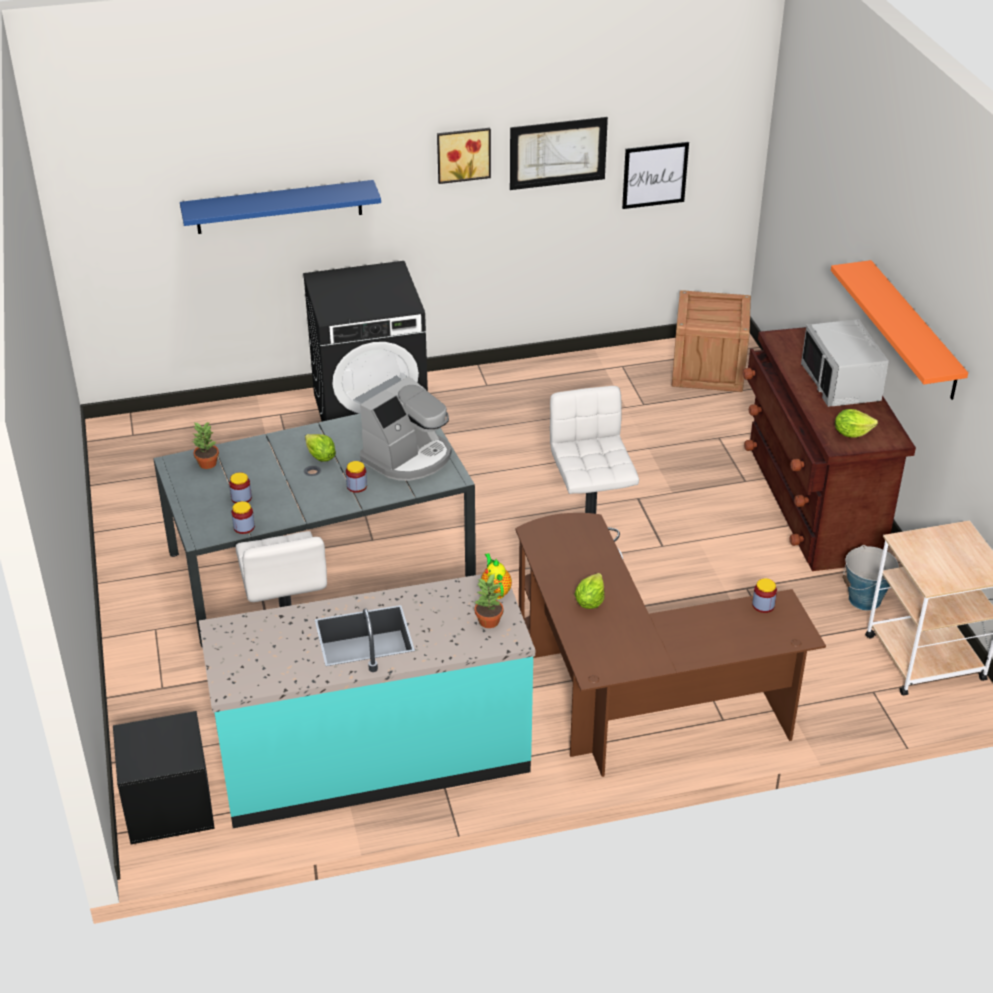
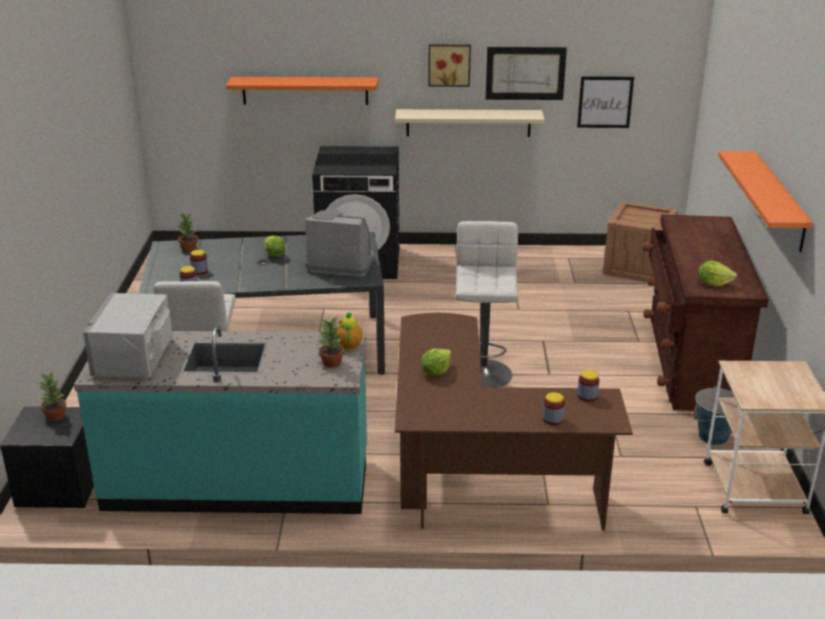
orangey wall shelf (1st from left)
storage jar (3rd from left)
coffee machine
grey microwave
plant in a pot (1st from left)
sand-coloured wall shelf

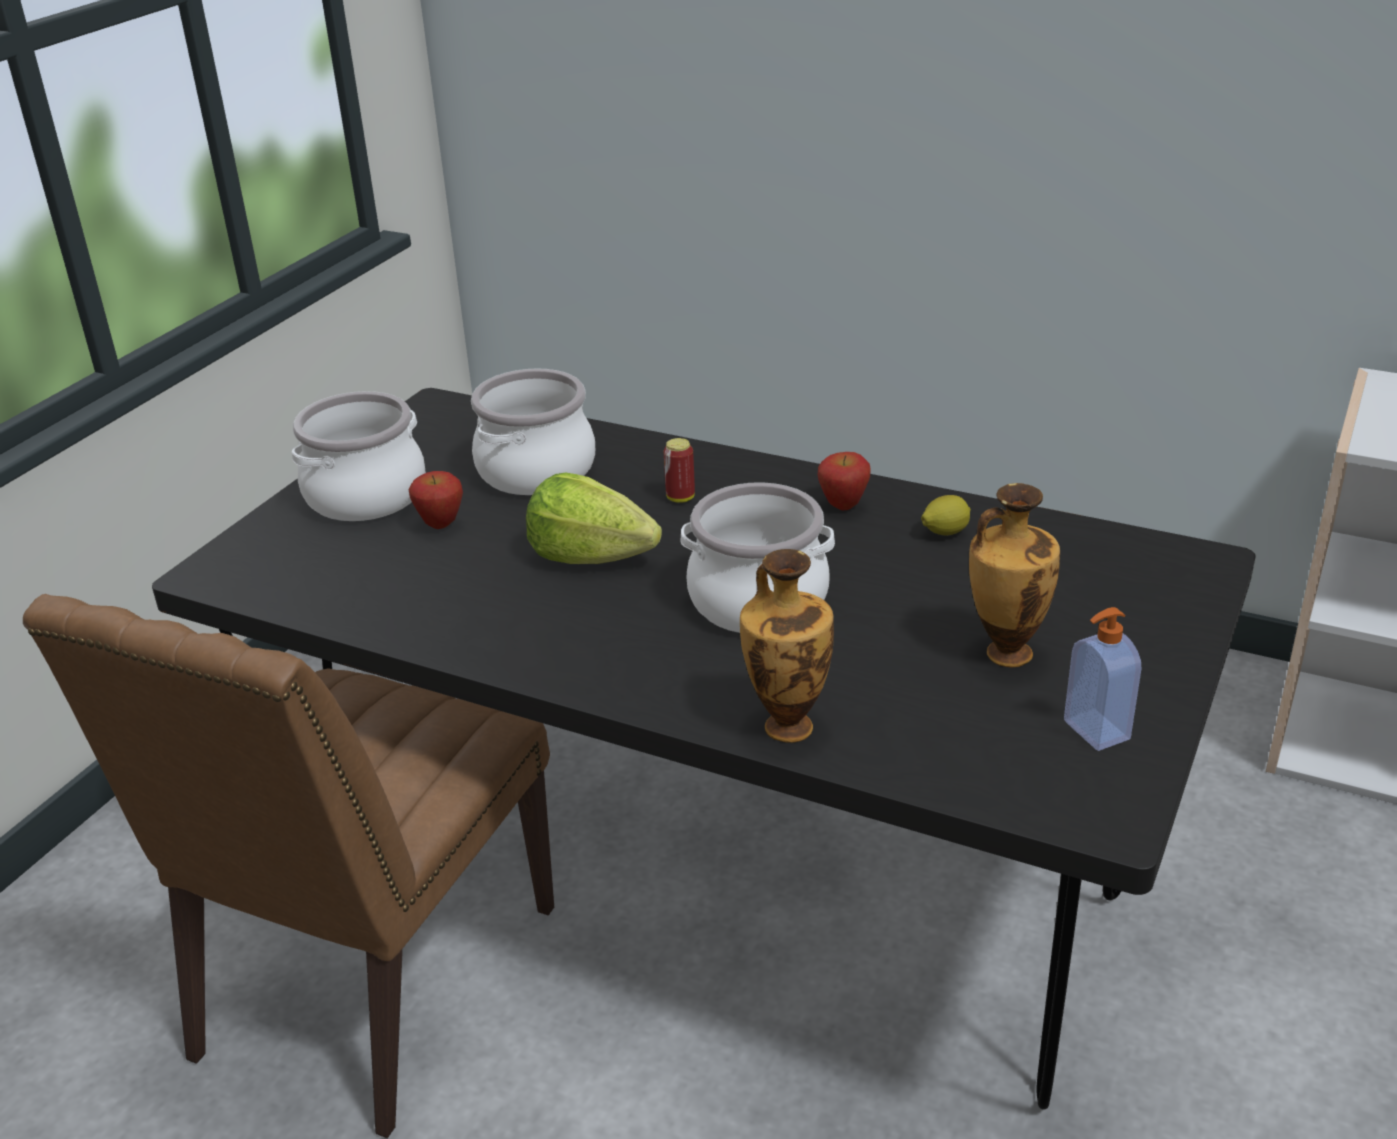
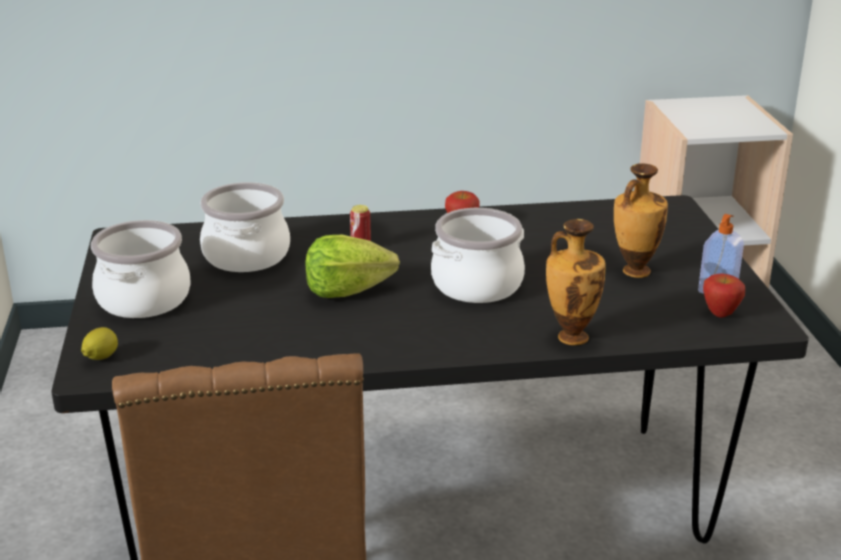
apple (2nd from left)
whole lemon

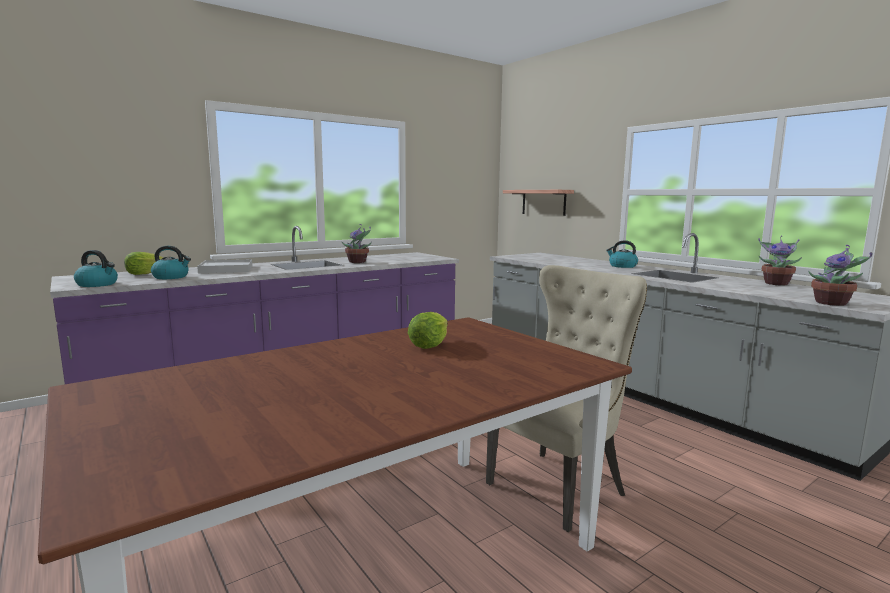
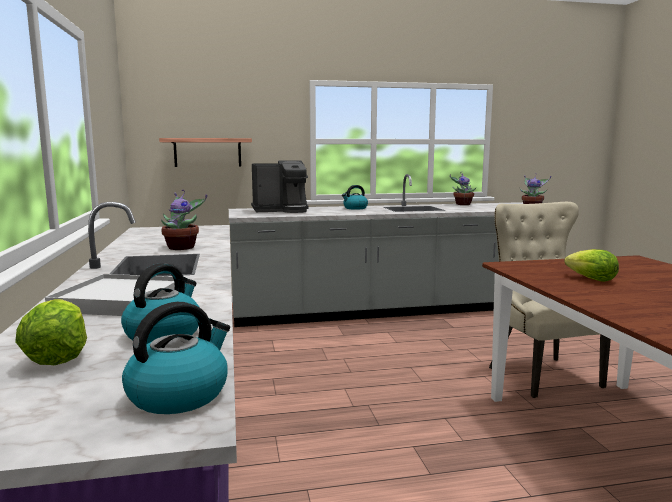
coffee machine

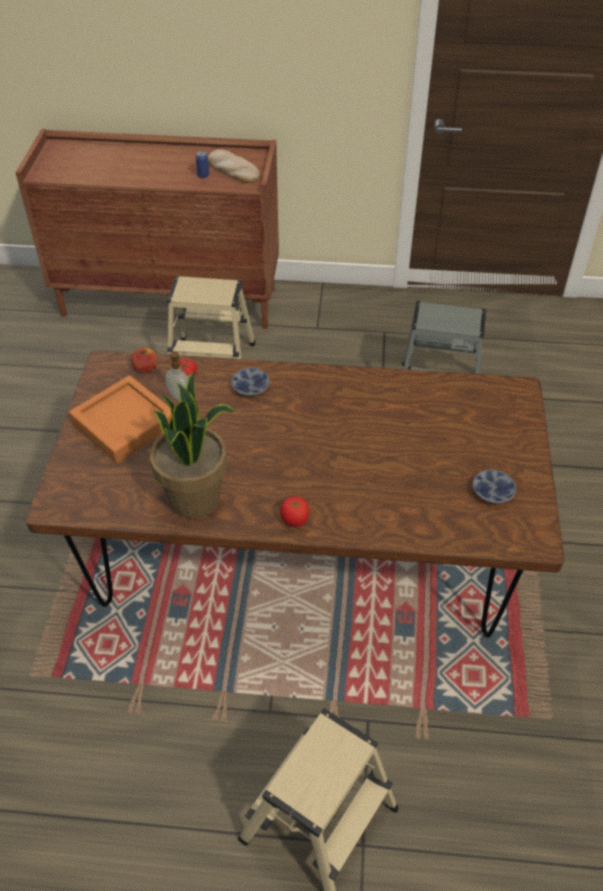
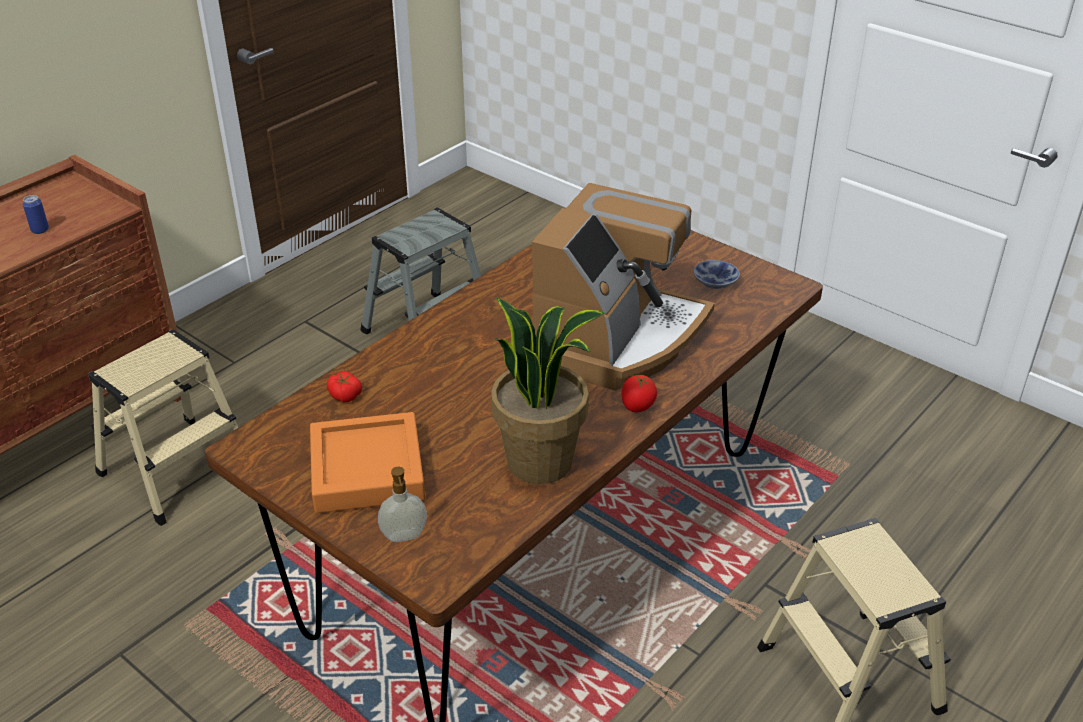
apple
liquid soap bottle
bakery bread
bowl (1st from left in the first image)
coffee machine

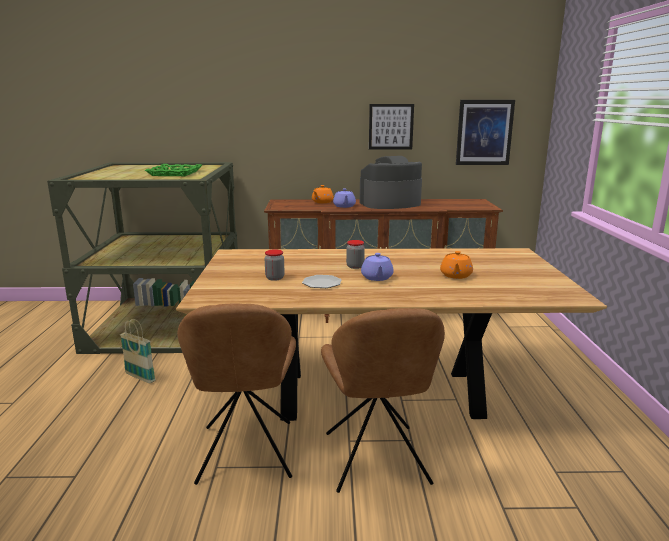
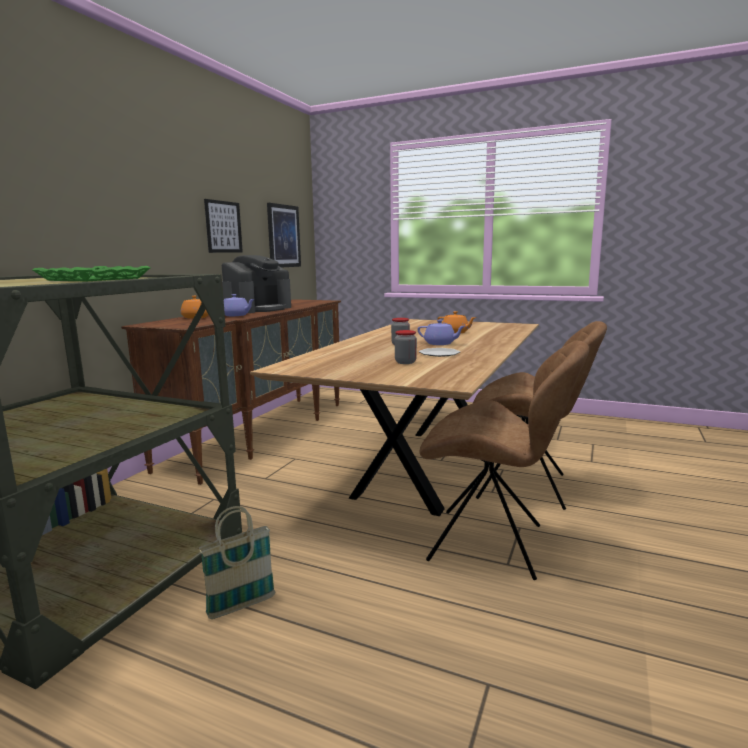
coffee machine

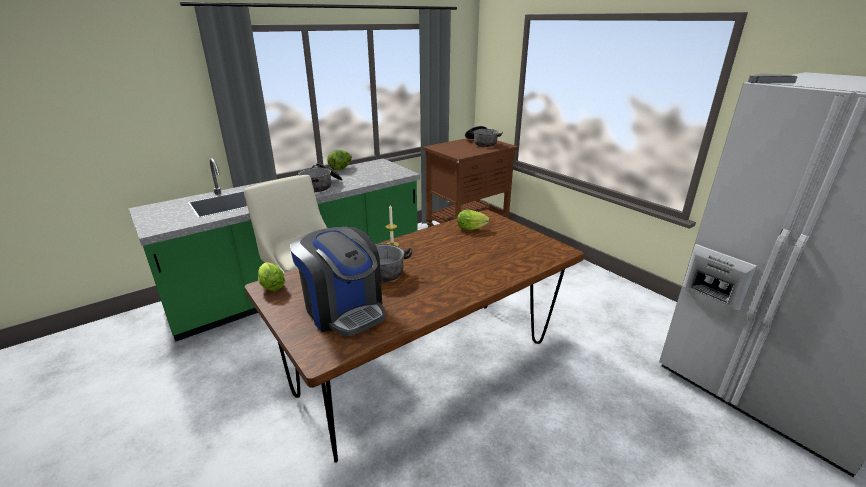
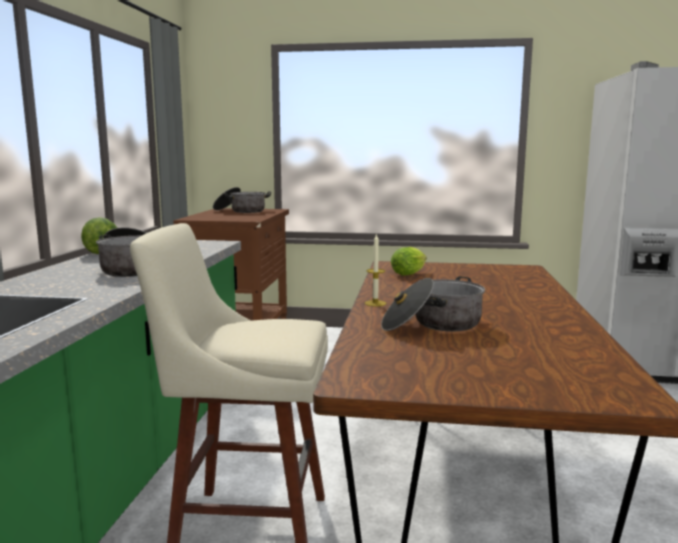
lettuce head (1st from left in the first image)
coffee machine

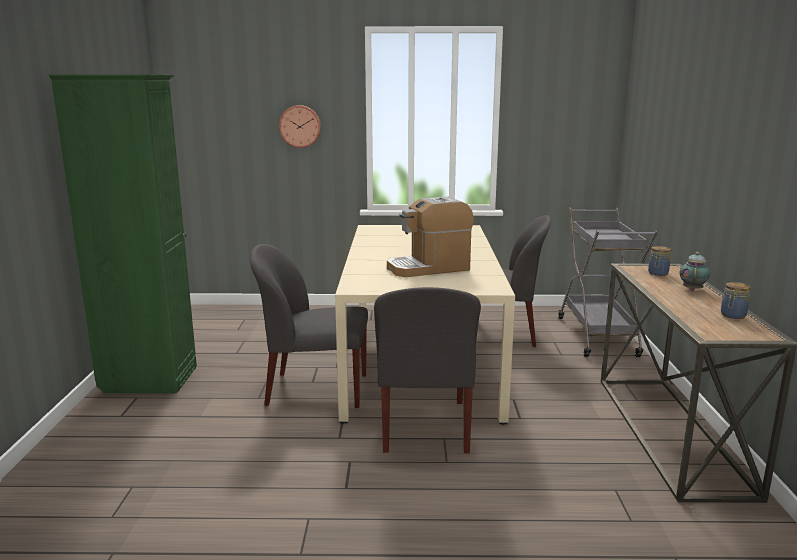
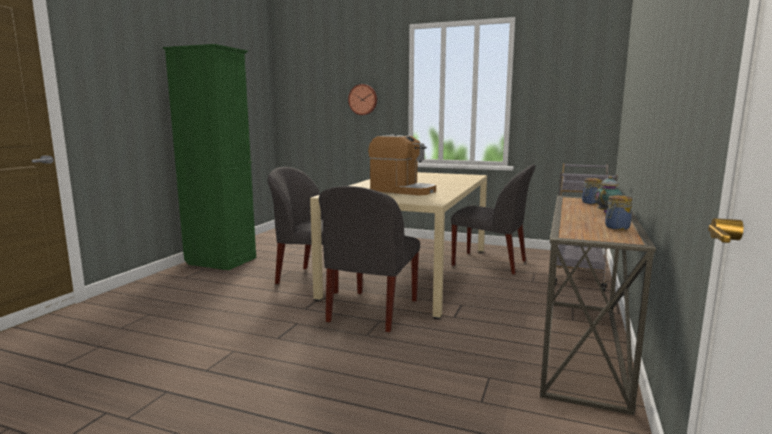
coffee machine

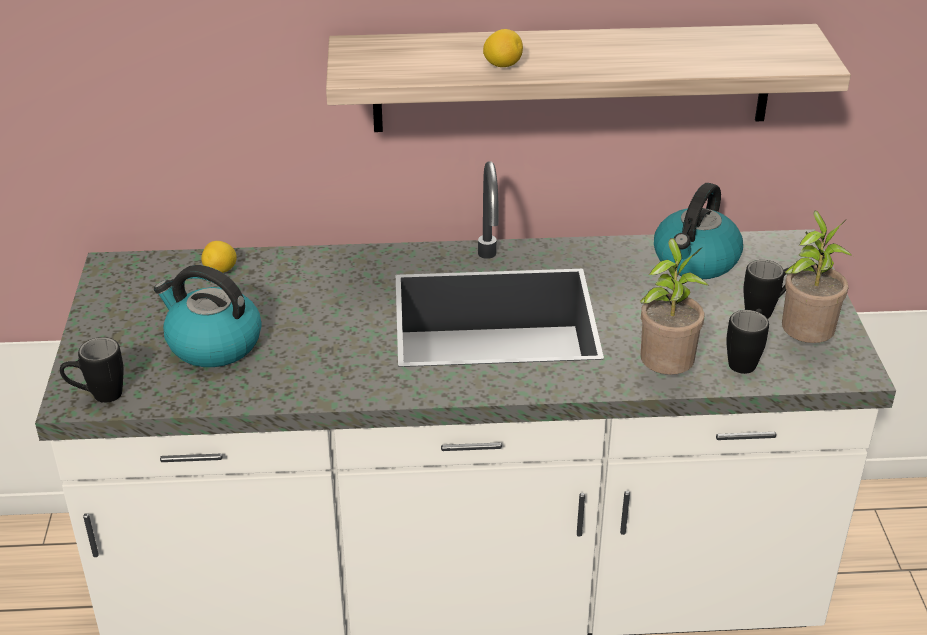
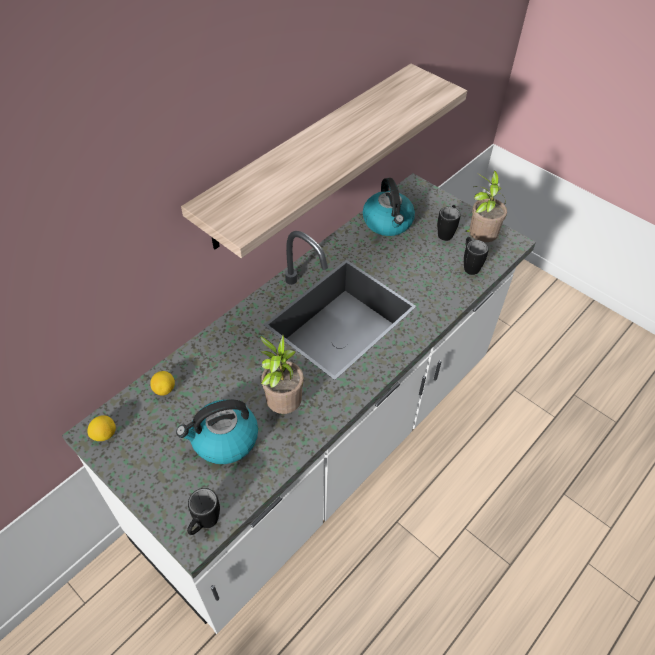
whole lemon (1st from left)
plant in a pot (1st from left)

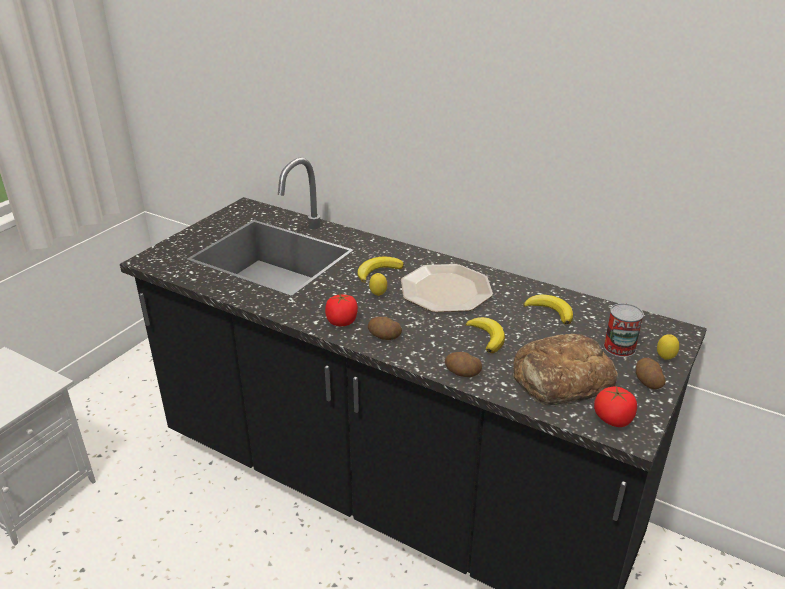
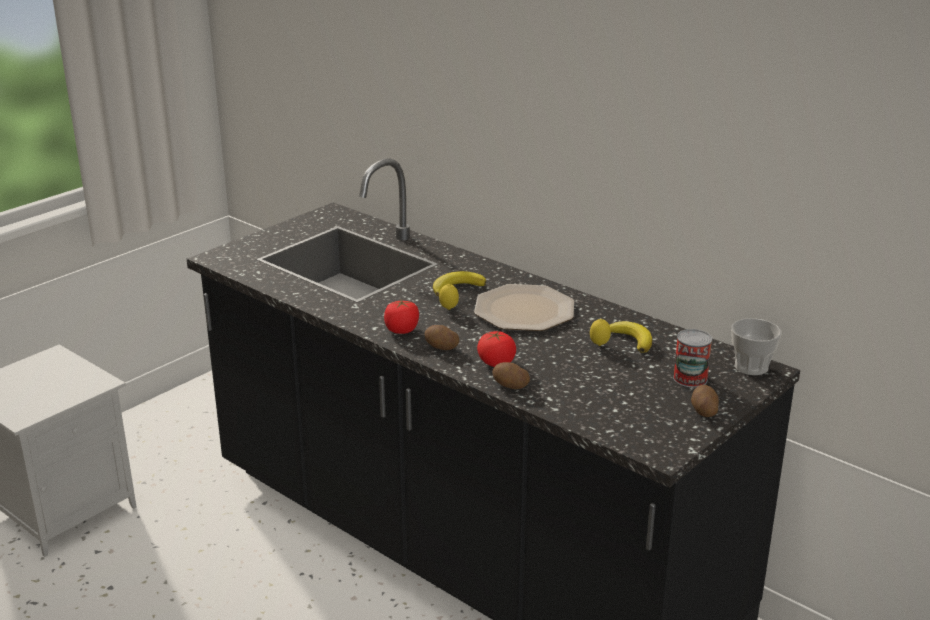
banana fruit (2nd from left in the first image)
bakery bread
whole tomato (2nd from left)
whole lemon (2nd from left)
small cup

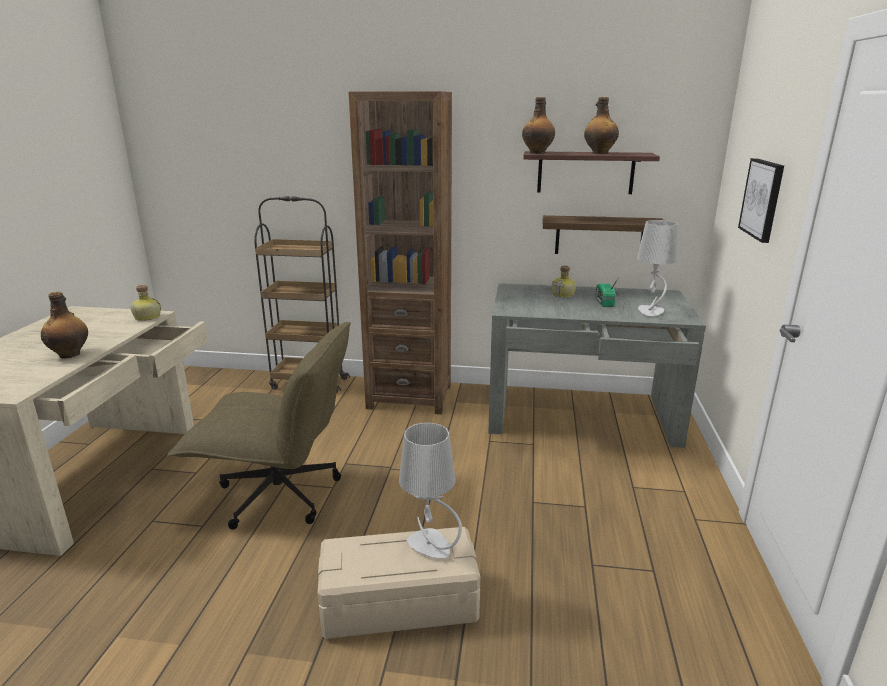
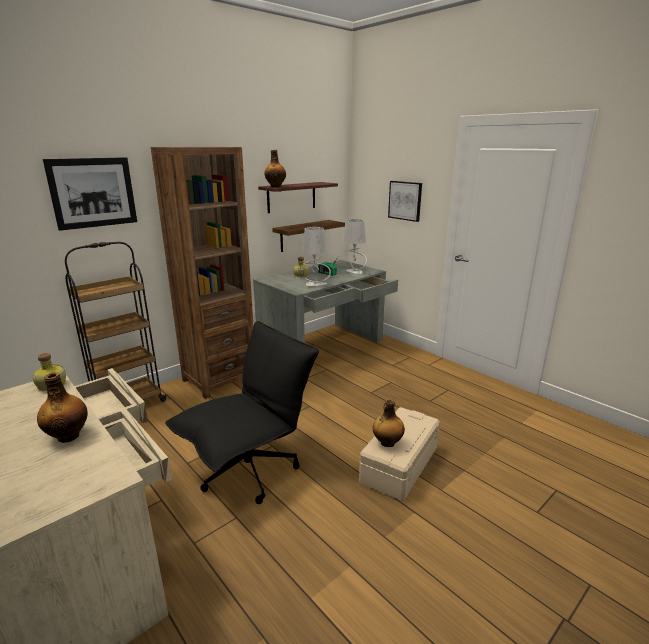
black office chair
grey tabletop lamp (1st from left)
drink bottle (5th from left)
picture (1st from left)

